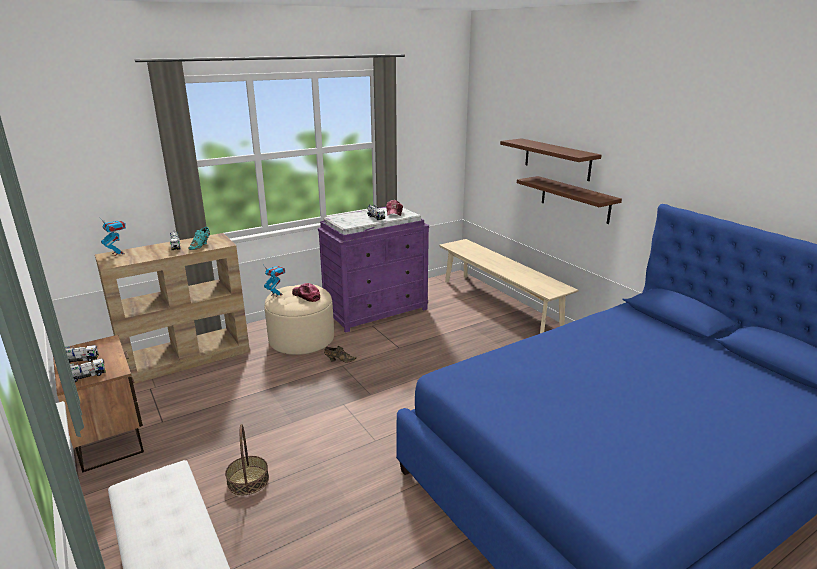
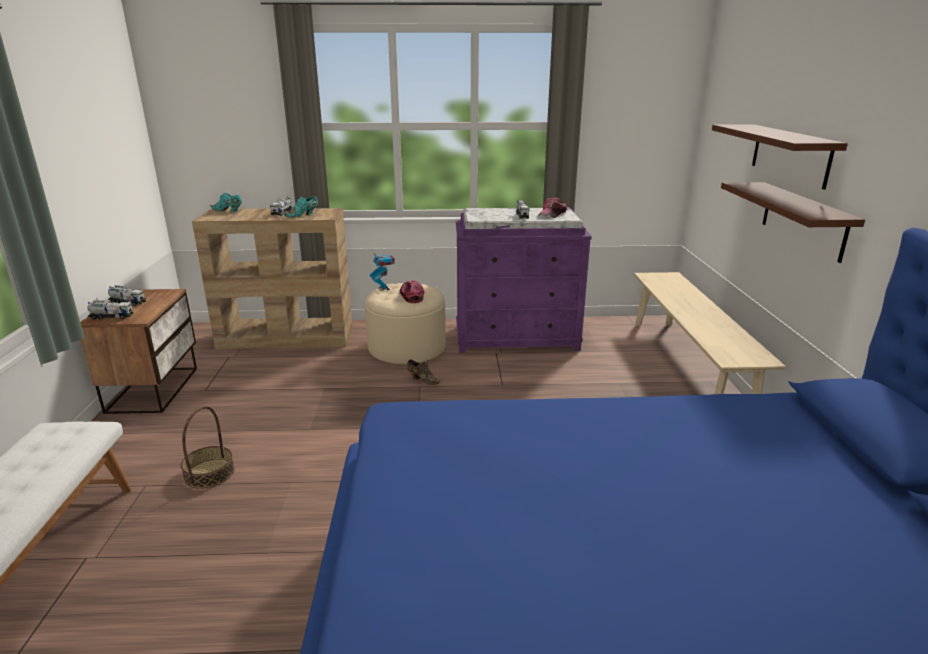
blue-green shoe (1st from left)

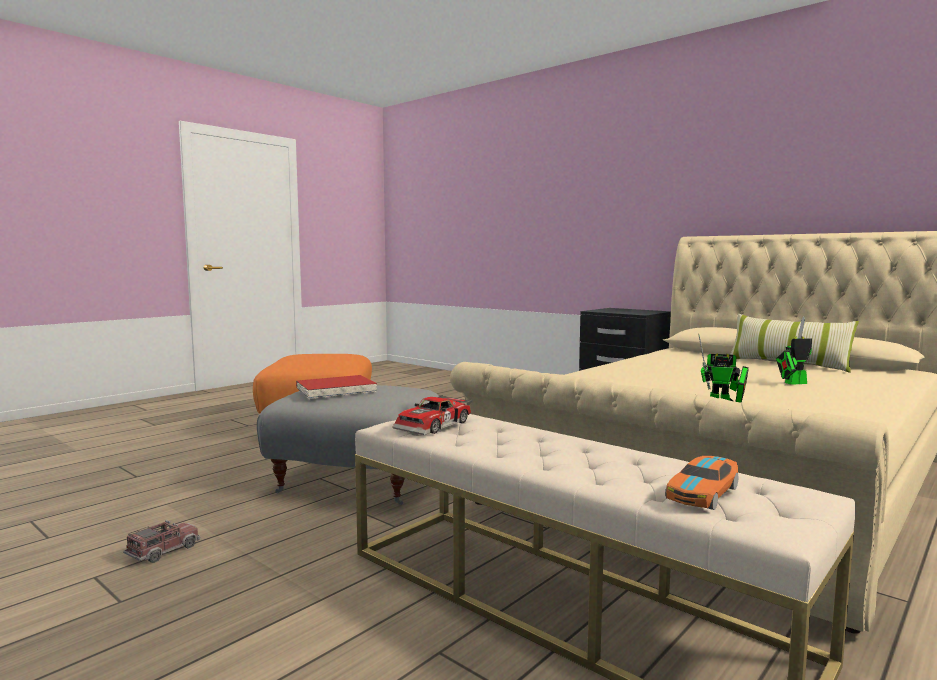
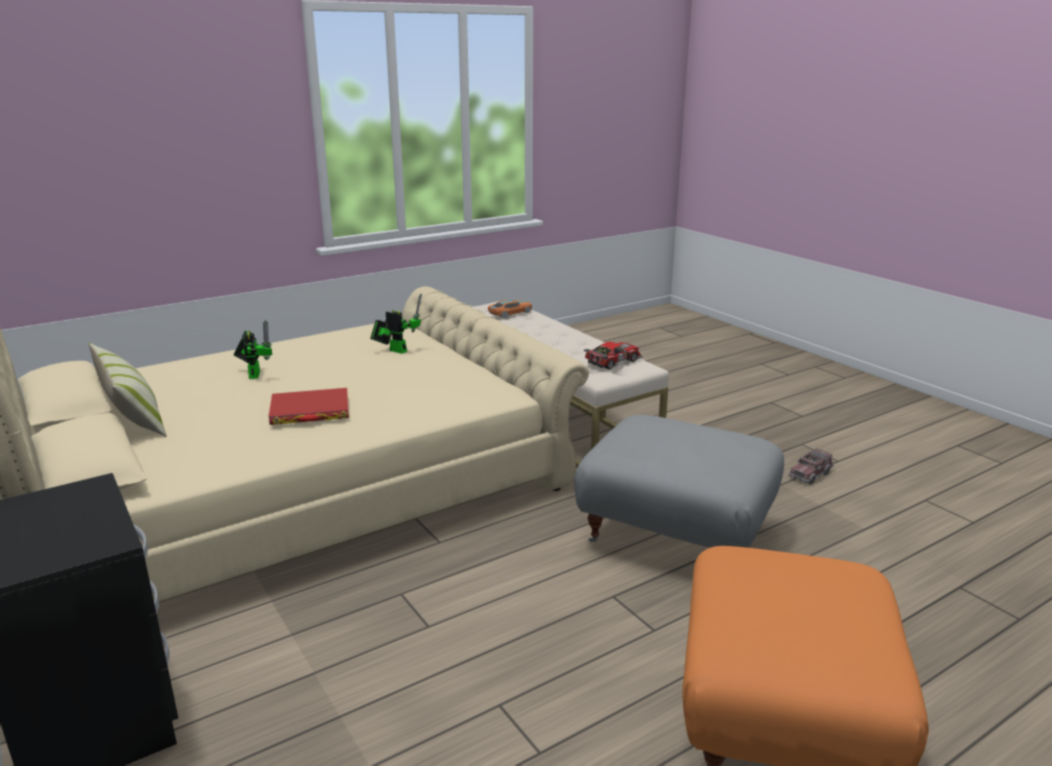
red-coloured book
toy robot (1st from left)

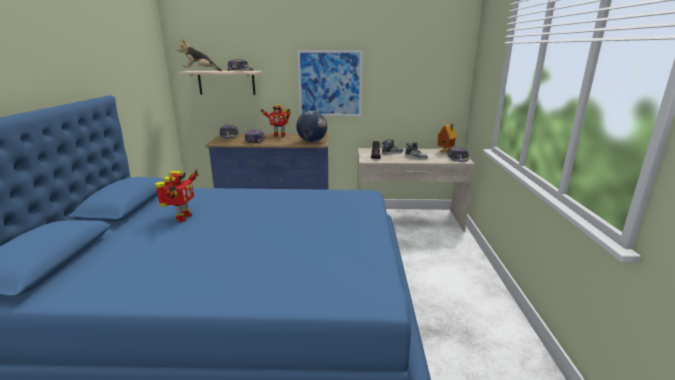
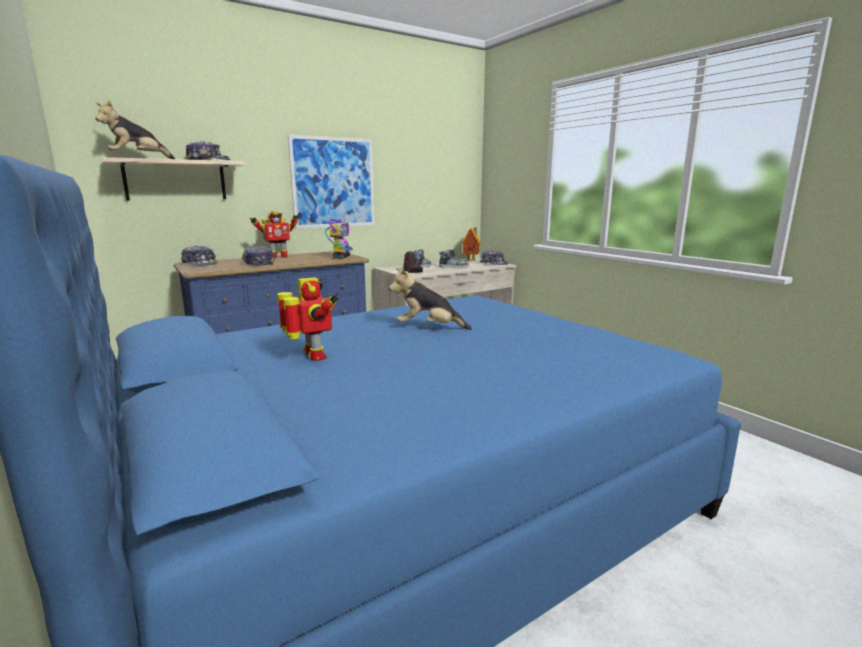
toy robot (3rd from left)
cuddly toy (2nd from left)

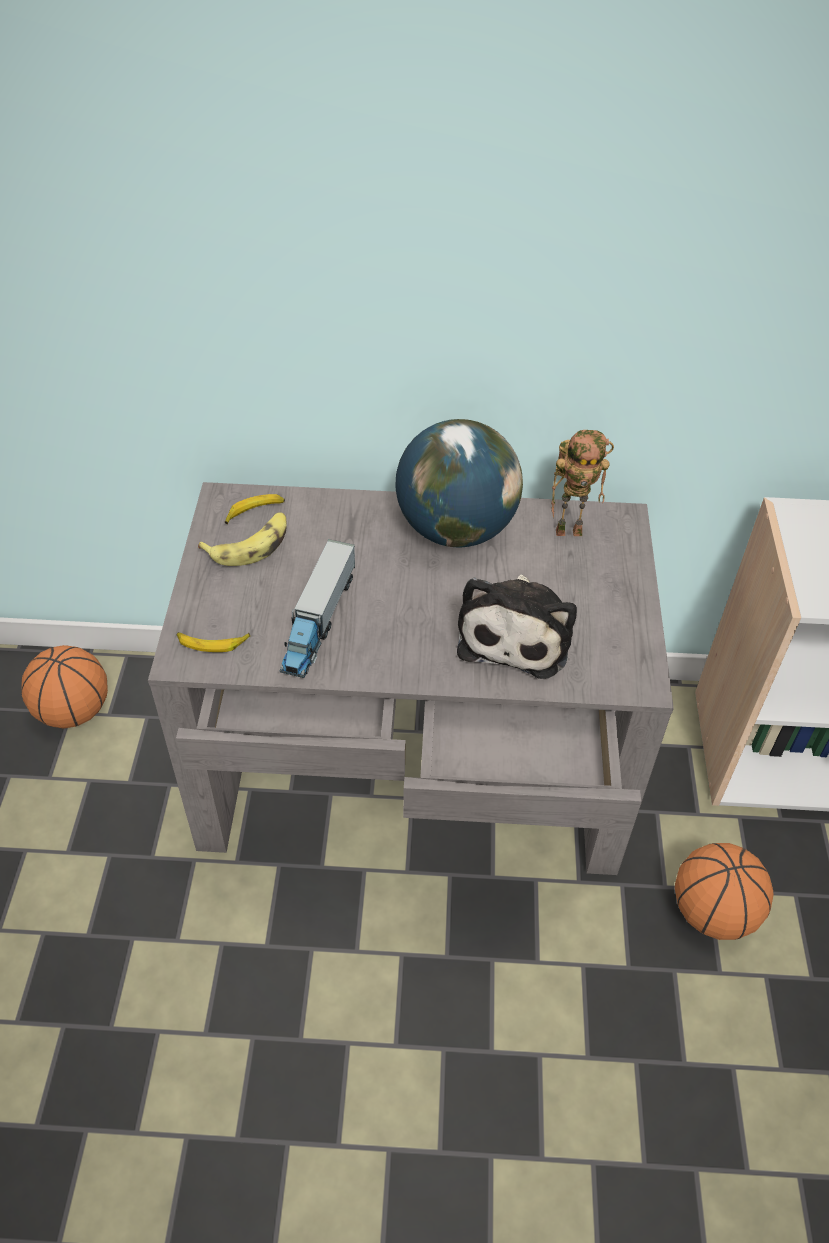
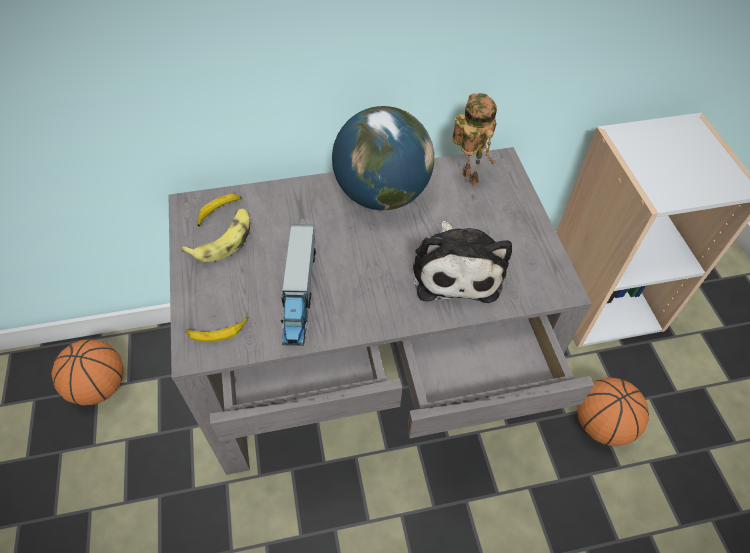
toy robot

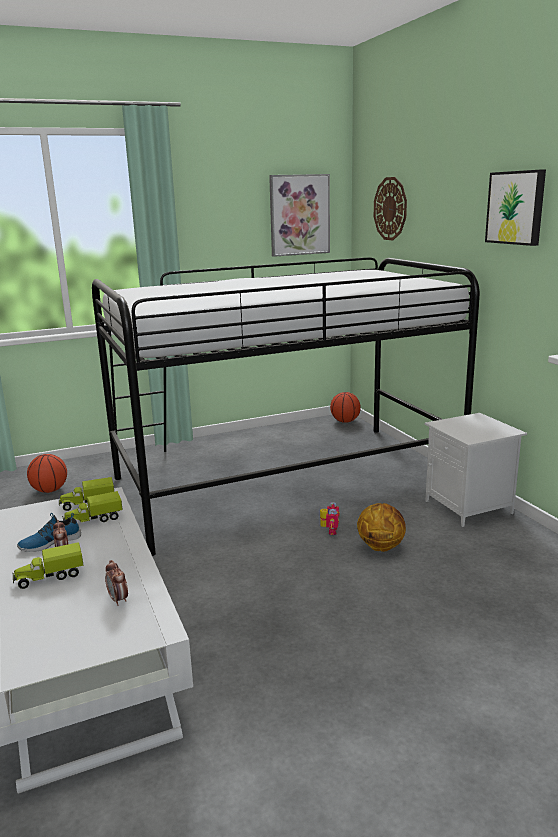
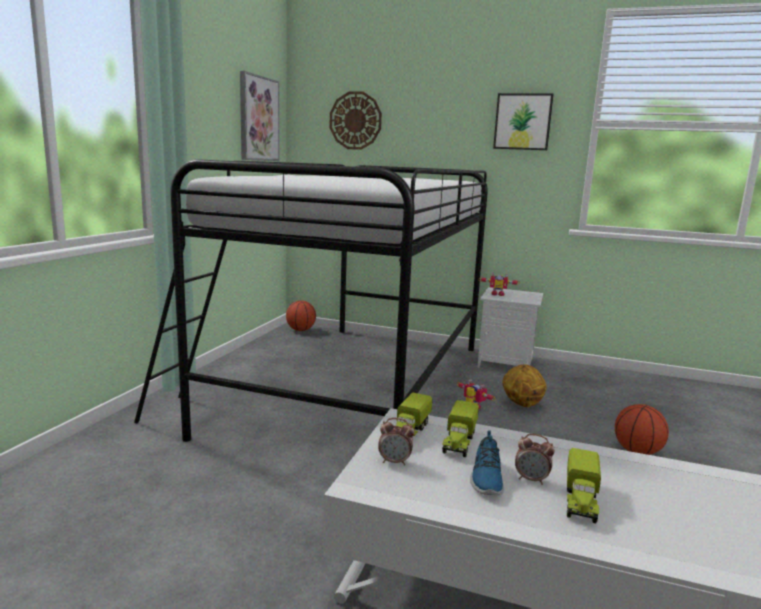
ball for basketball (3rd from left)
alarm clock (1st from left)
toy robot (2nd from left)

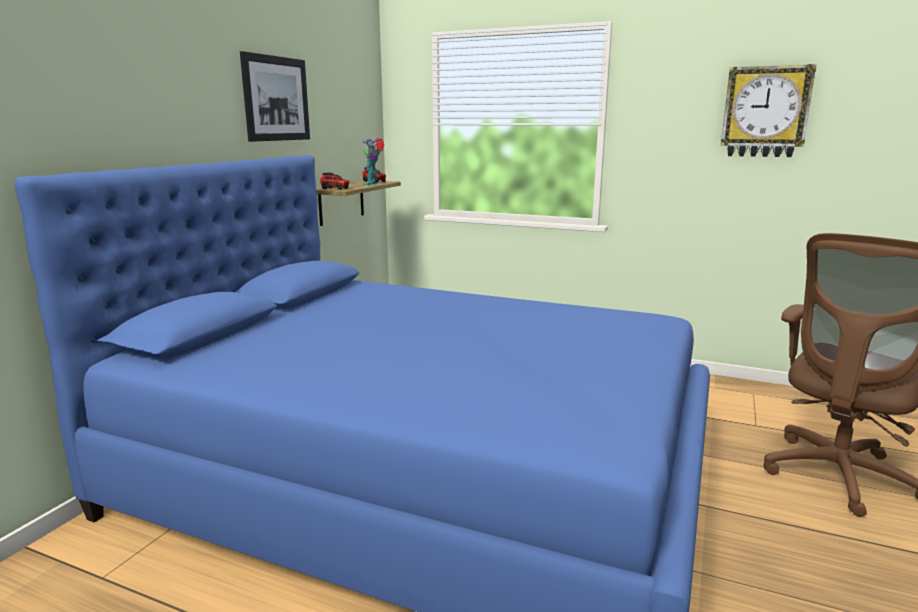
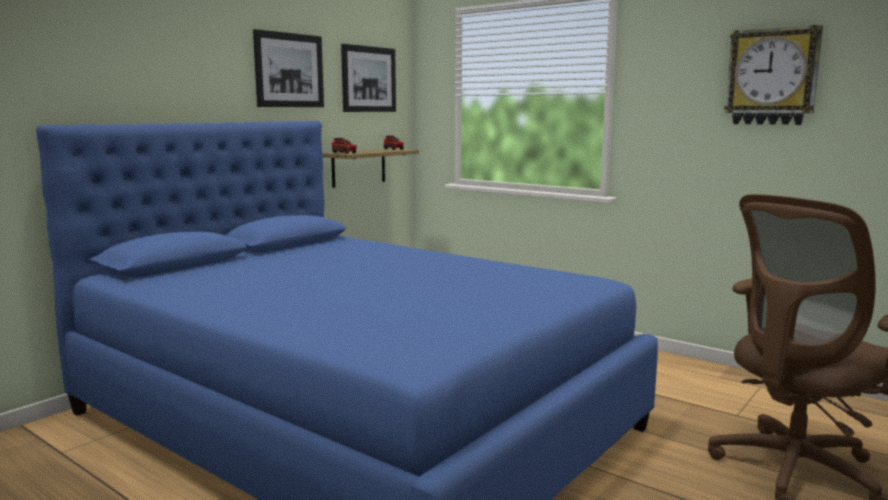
toy robot
picture (2nd from left)

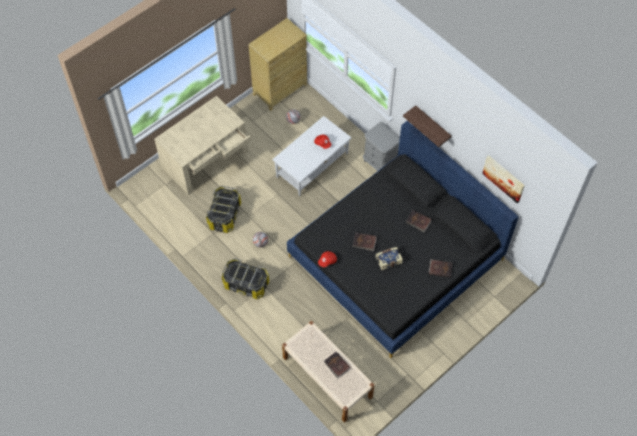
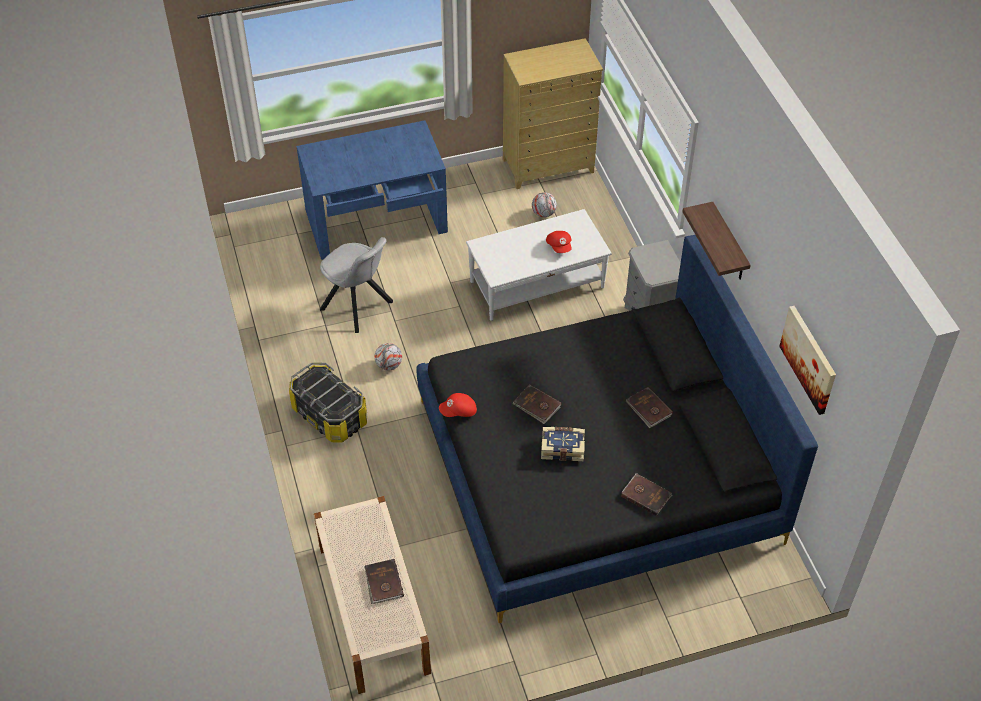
blue desk
grey upright chair

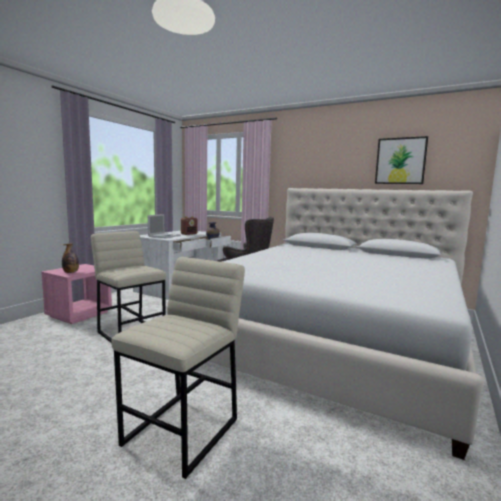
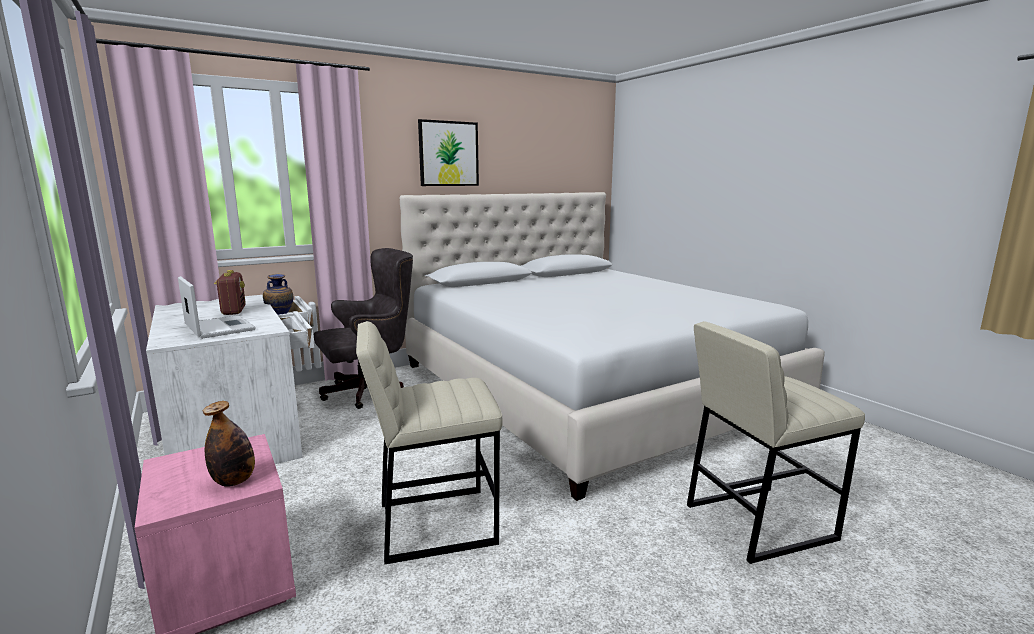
sand-coloured upright chair (2nd from left)
picture

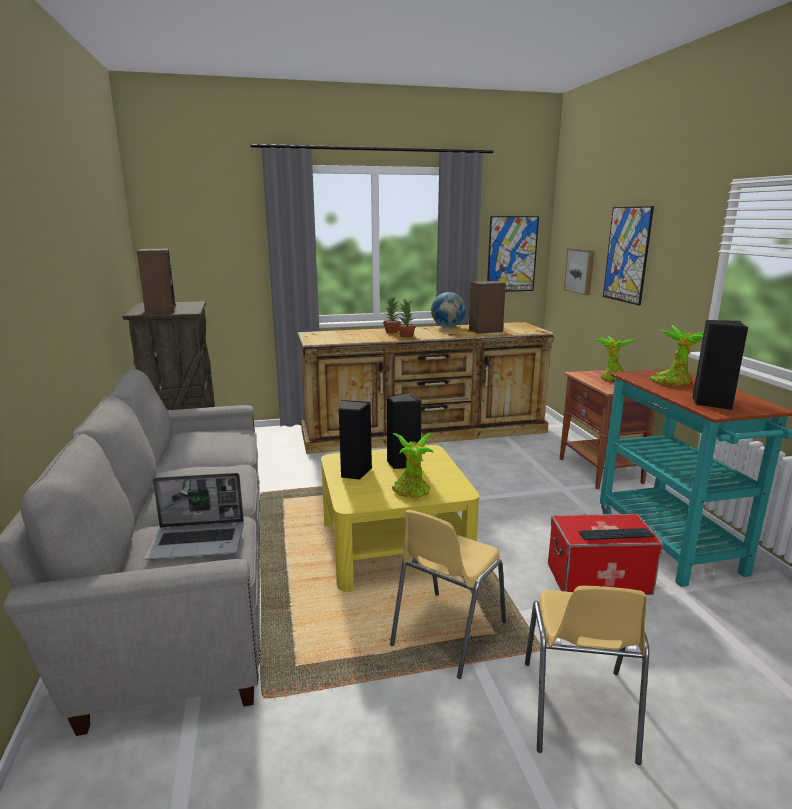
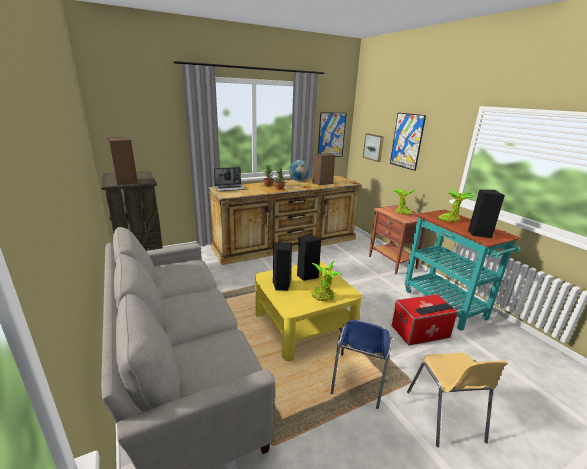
notebook computer
blue upright chair

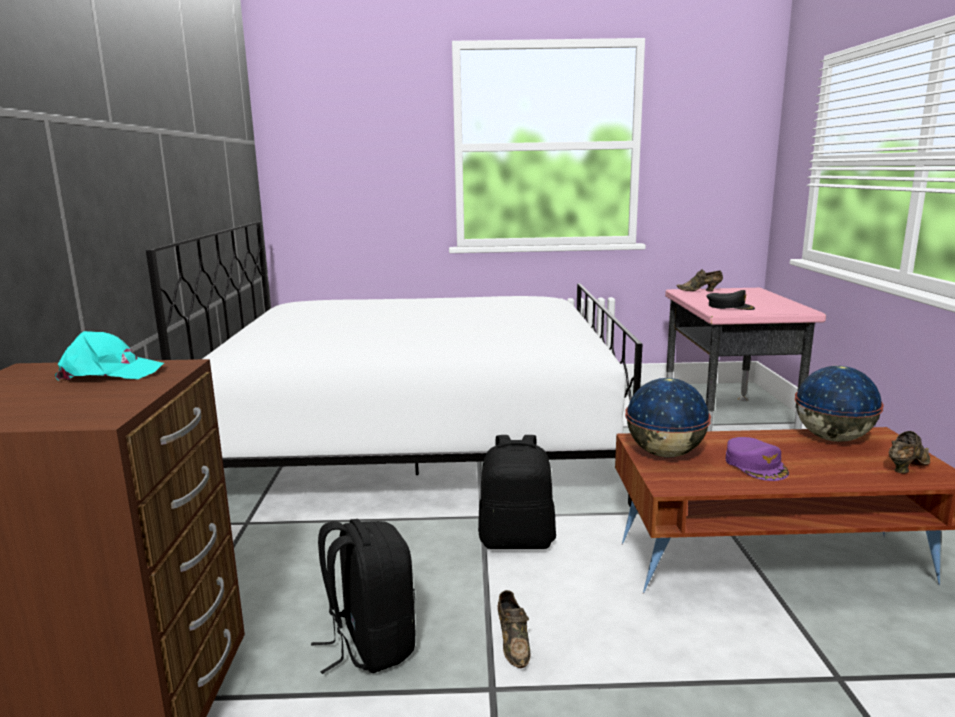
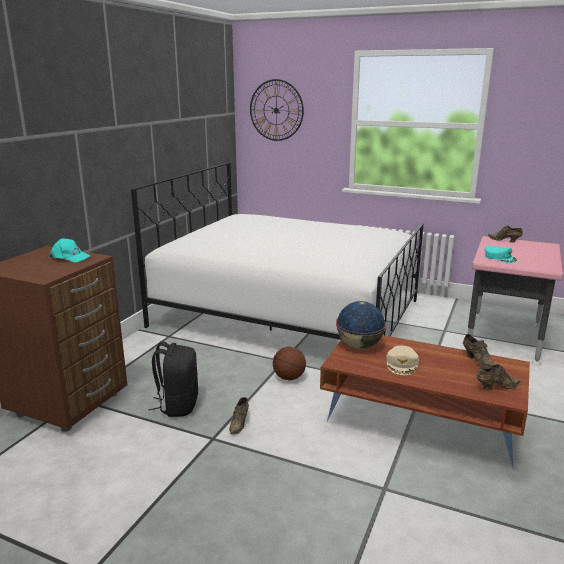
ball for basketball
blue-green peaked cap (2nd from left)
sand-coloured peaked cap
brown-coloured shoe (2nd from left)
wall clock

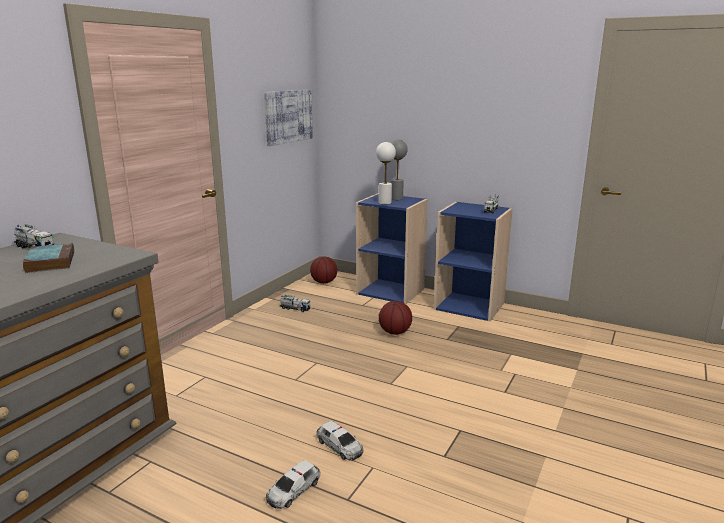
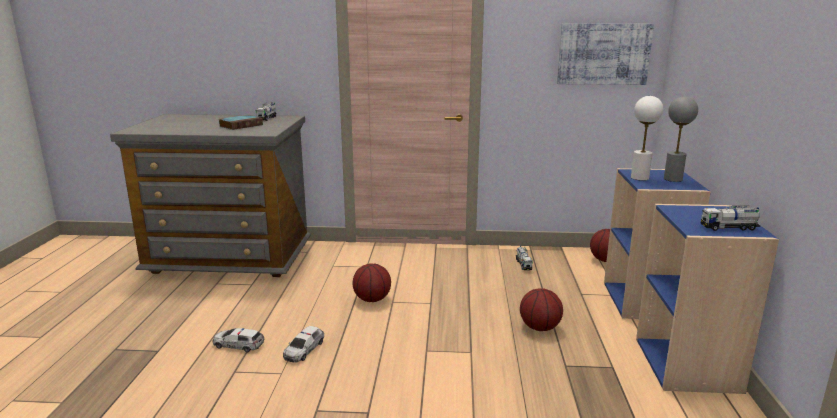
ball for basketball (1st from left)

